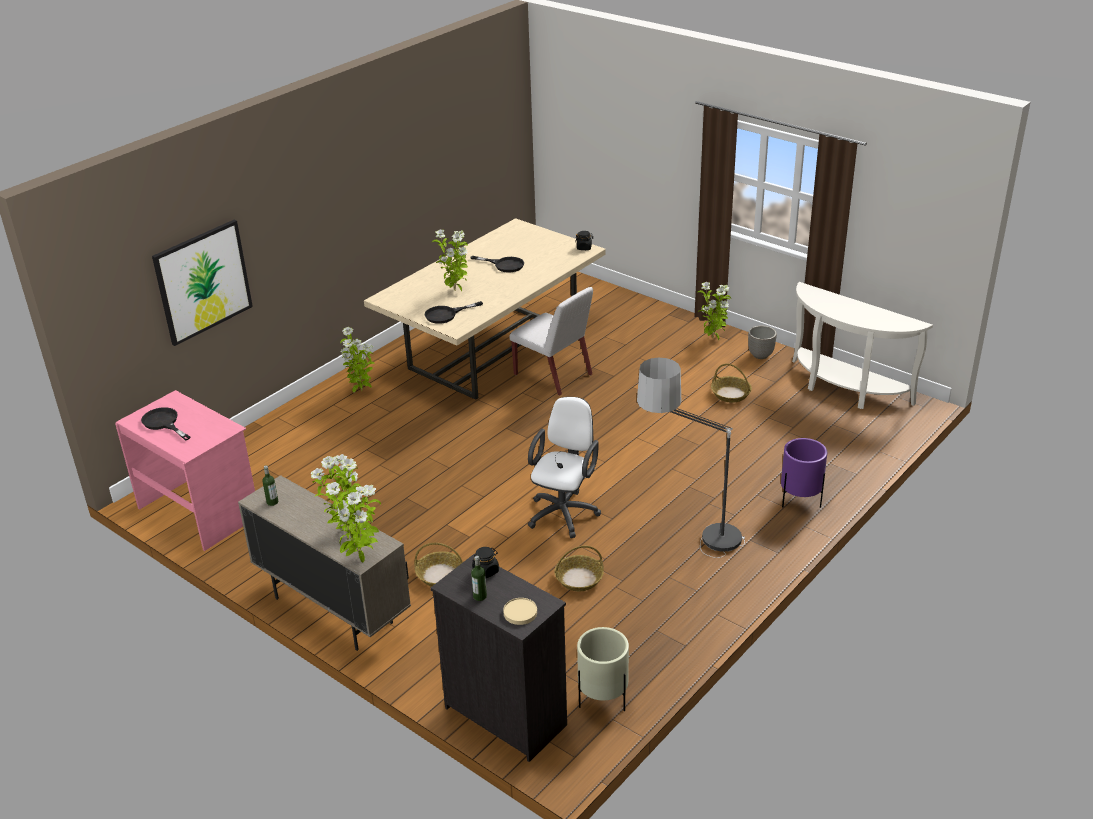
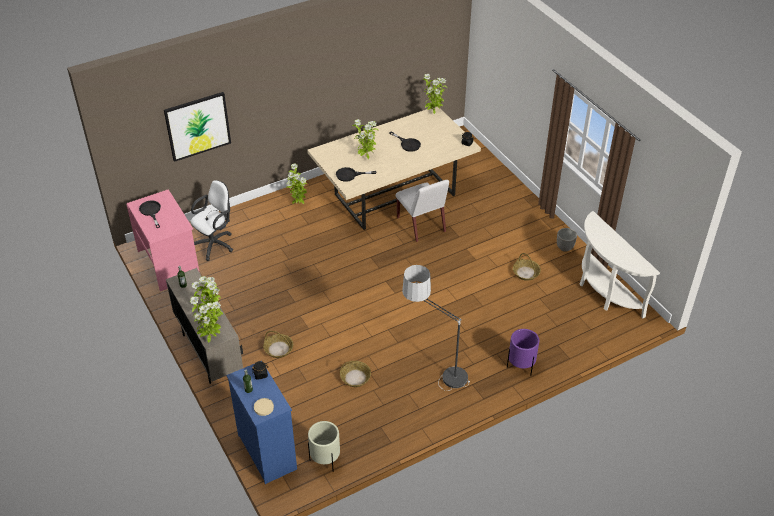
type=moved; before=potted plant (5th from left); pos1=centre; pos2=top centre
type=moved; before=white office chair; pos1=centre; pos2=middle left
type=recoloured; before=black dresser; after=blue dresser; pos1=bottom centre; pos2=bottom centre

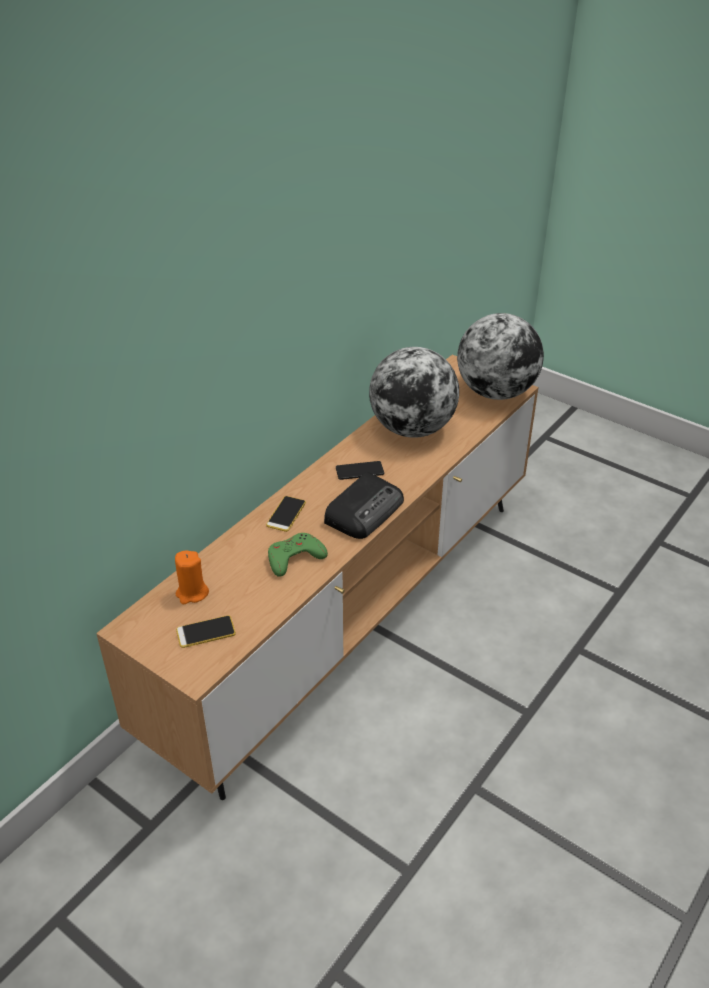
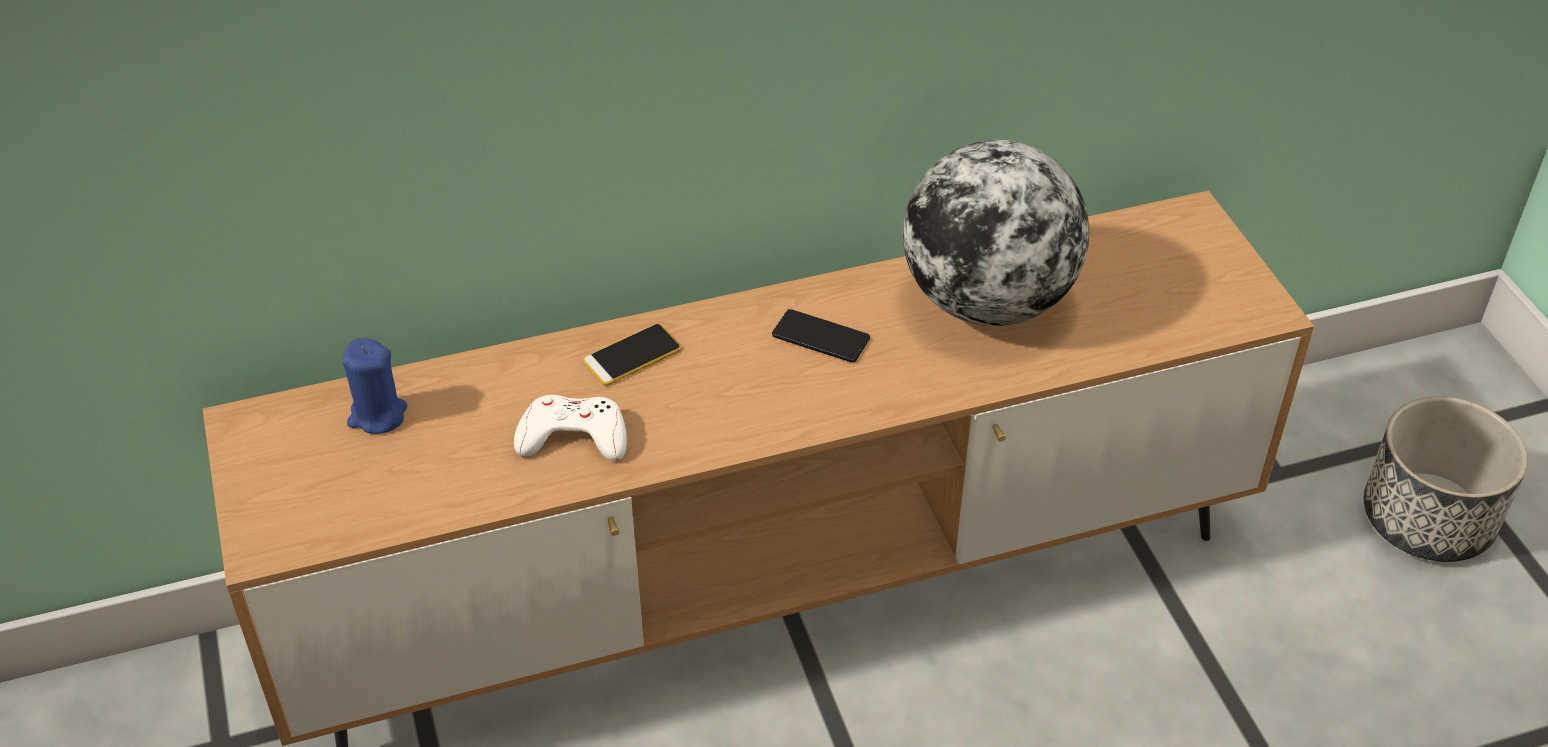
type=removed; before=globe (2nd from left); pos1=middle right
type=removed; before=radio; pos1=centre
type=recoloured; before=green game controller; after=white game controller; pos1=centre; pos2=centre
type=recoloured; before=orange candle; after=blue candle; pos1=middle left; pos2=middle left
type=removed; before=phone (1st from left); pos1=middle left
type=added; after=planter; pos2=middle right

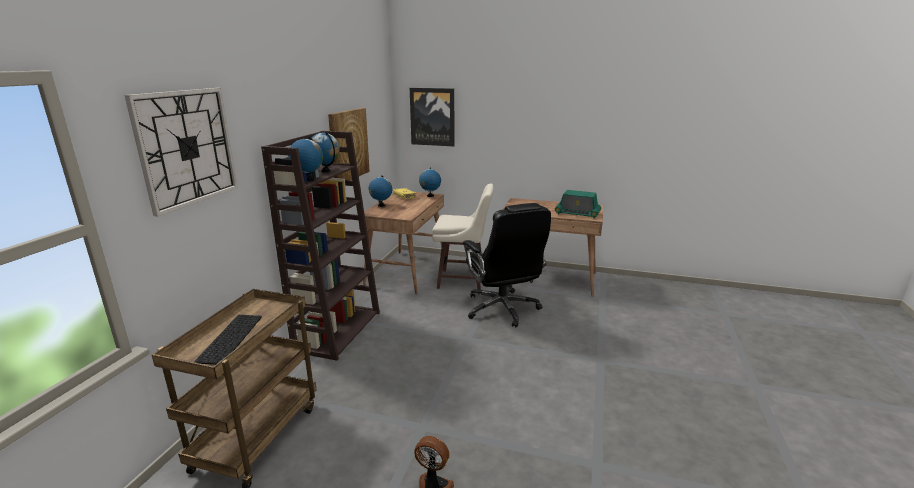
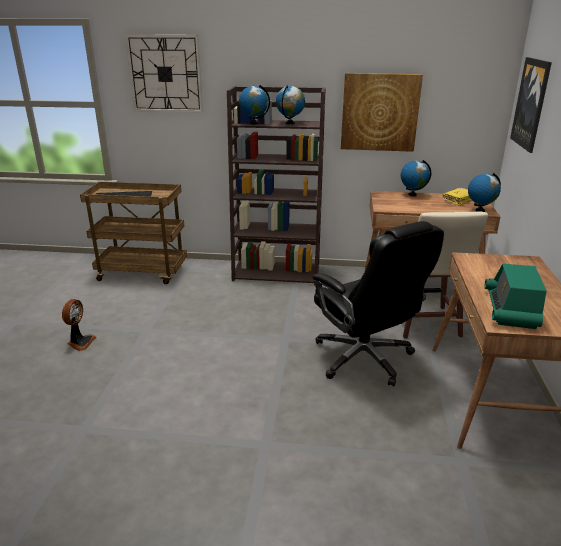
type=turned; before=black office chair; pos1=centre; pos2=middle right; turn=-90

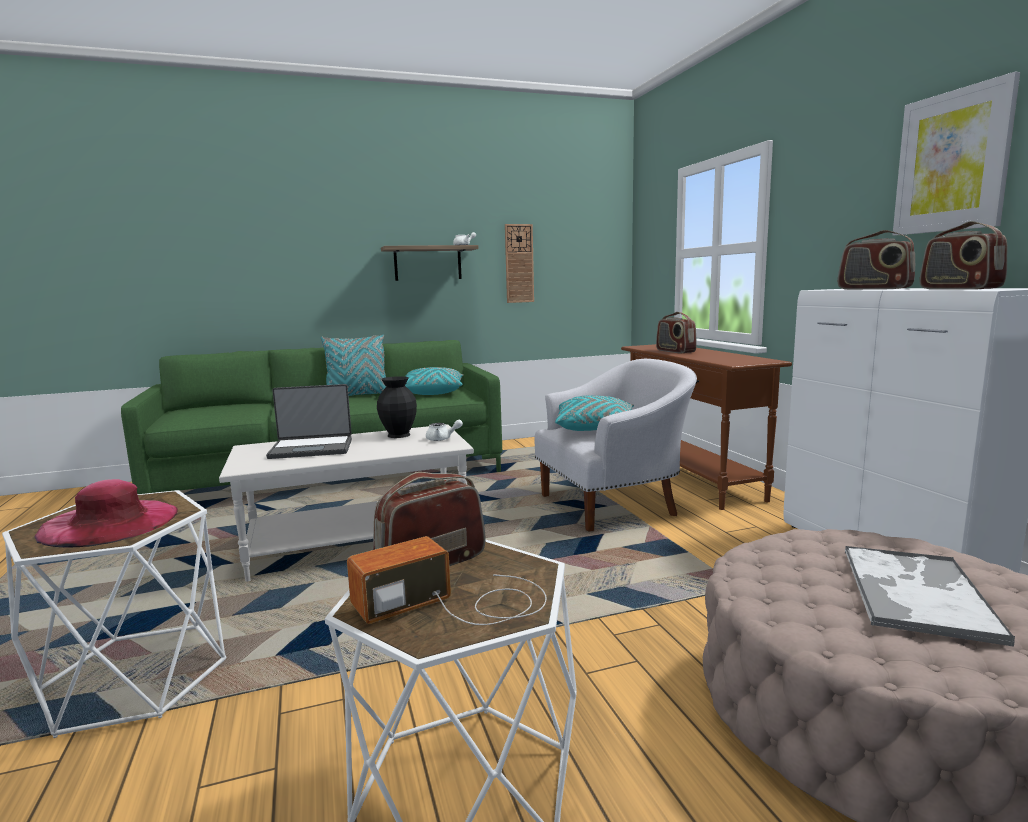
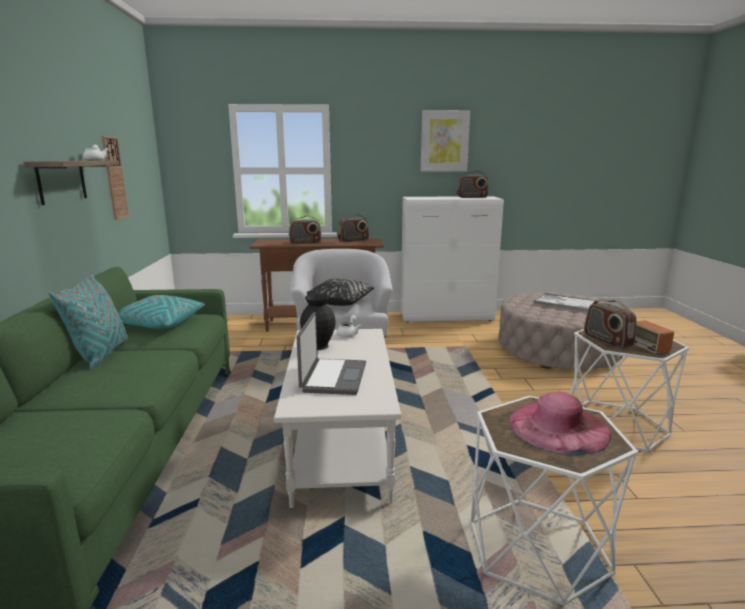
type=moved; before=radio (4th from left in the first image); after=radio (2nd from left); pos1=top right; pos2=centre
type=recoloured; before=turquoise pillow (3rd from left); after=black pillow; pos1=centre; pos2=centre

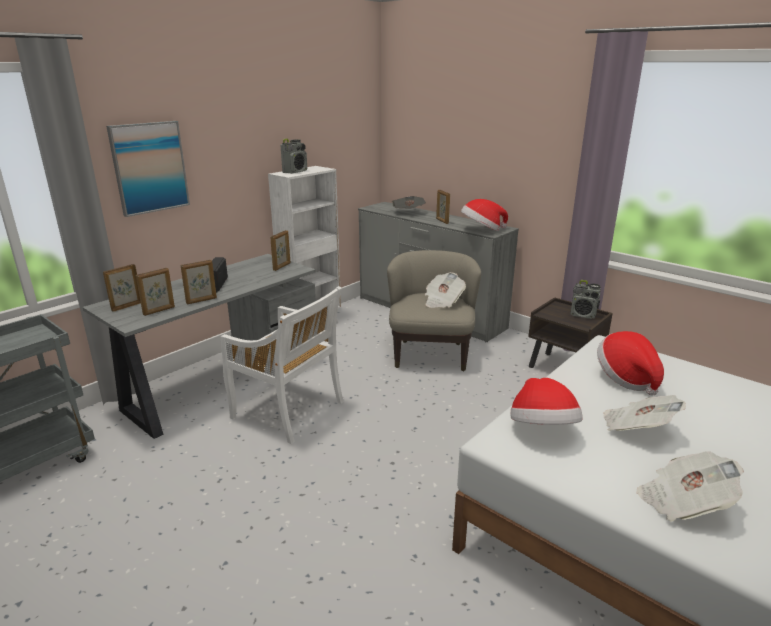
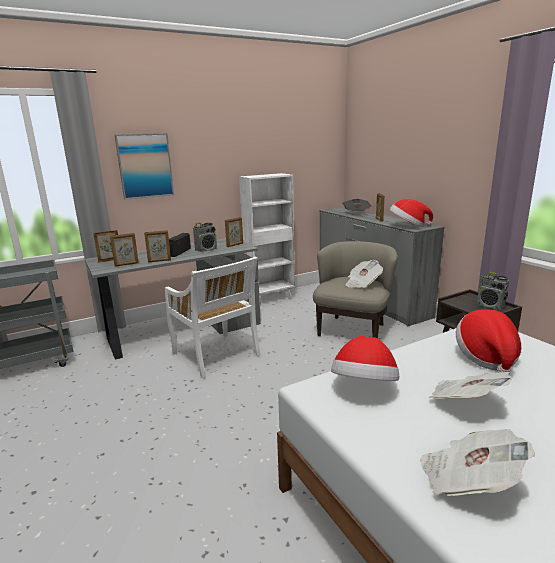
type=moved; before=radio (2nd from left); pos1=top centre; pos2=centre

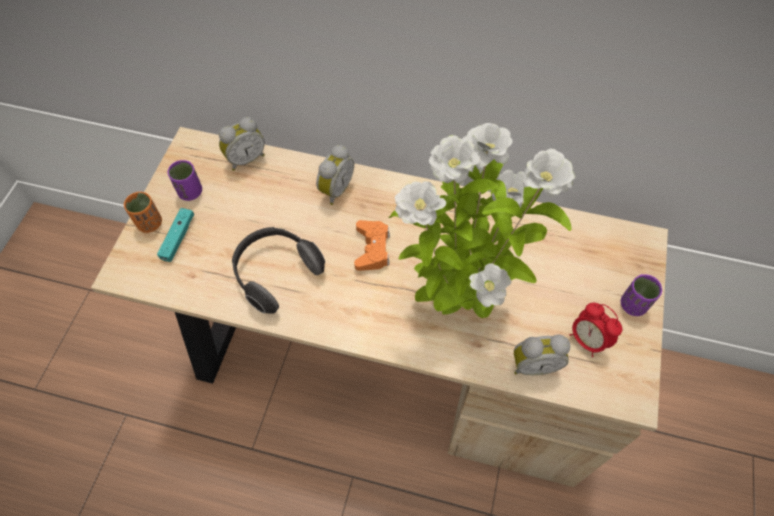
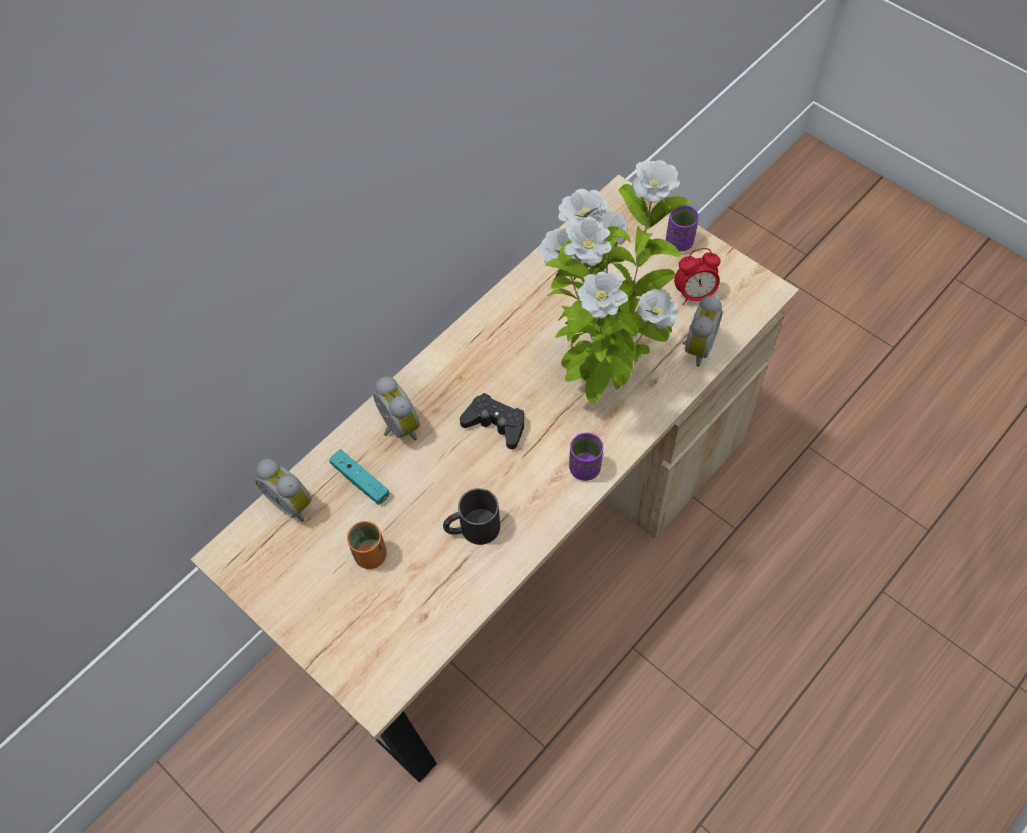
type=turned; before=alarm clock (1st from left); pos1=top left; pos2=middle left; turn=135
type=moved; before=purple cup (1st from left); pos1=middle left; pos2=centre
type=moved; before=orange cup; pos1=middle left; pos2=centre
type=moved; before=turquoise game controller; pos1=middle left; pos2=centre
type=recoloured; before=orange game controller; after=black game controller; pos1=centre; pos2=centre
type=replaced; before=headphones; after=black mug; pos1=centre; pos2=centre

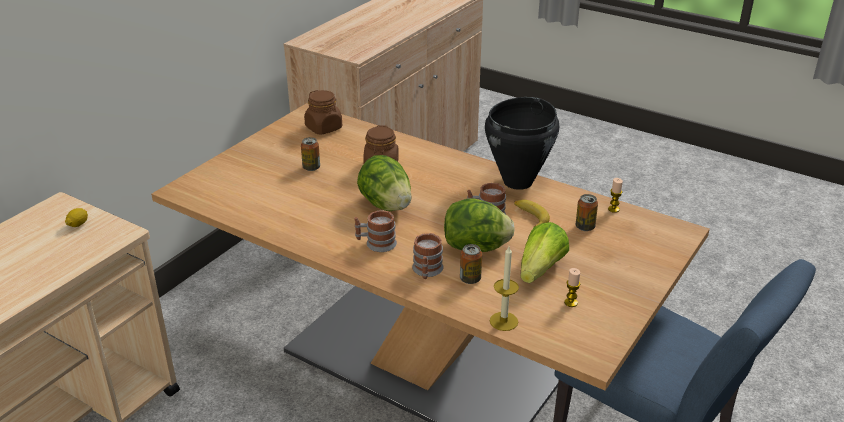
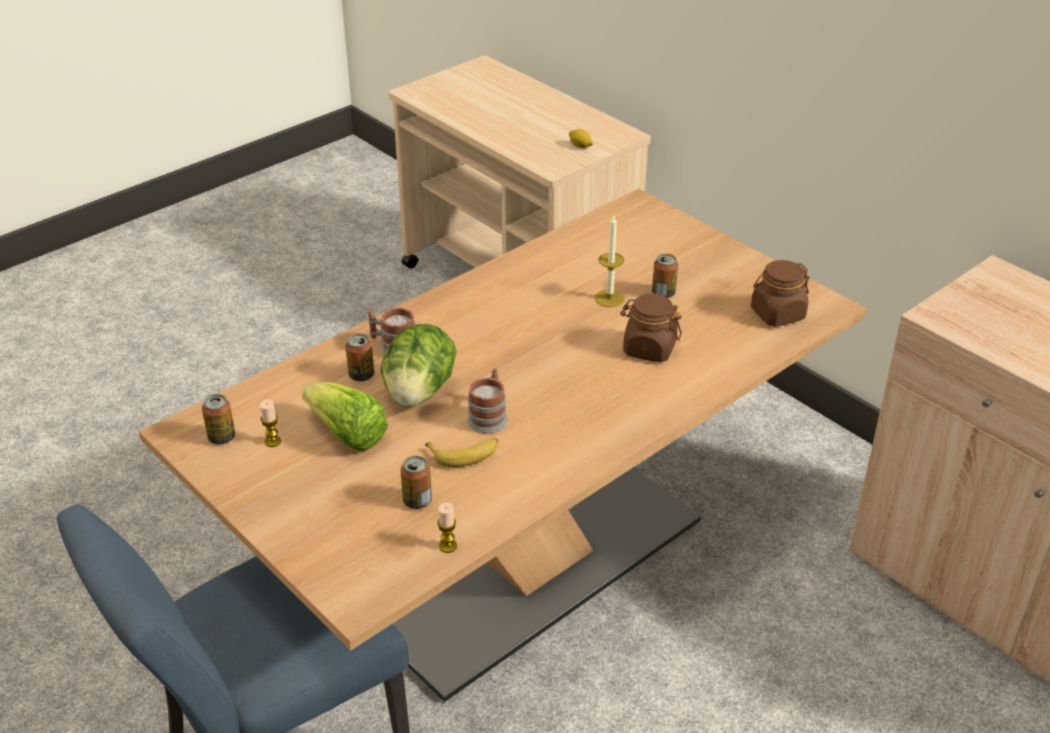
type=removed; before=black cooking pot; pos1=centre
type=removed; before=lettuce (1st from left); pos1=centre
type=removed; before=mug (1st from left); pos1=centre
type=moved; before=candle (1st from left in the first image); after=candle (3rd from left); pos1=bottom centre; pos2=centre
type=added; after=can (1st from left); pos2=middle left

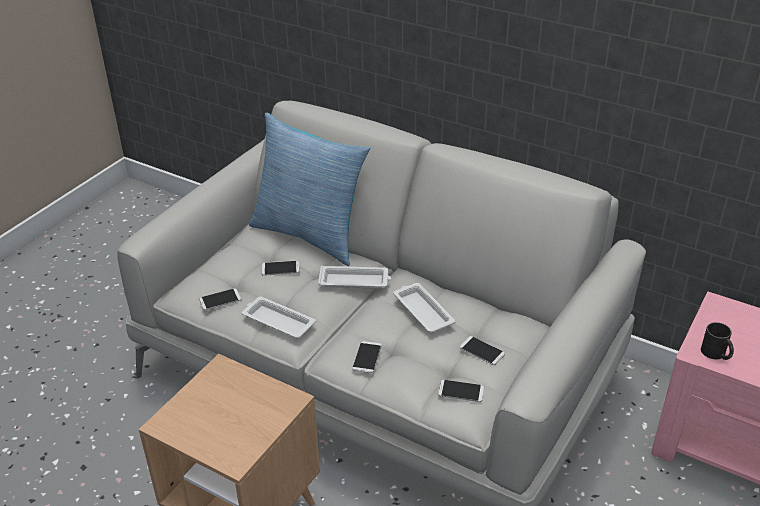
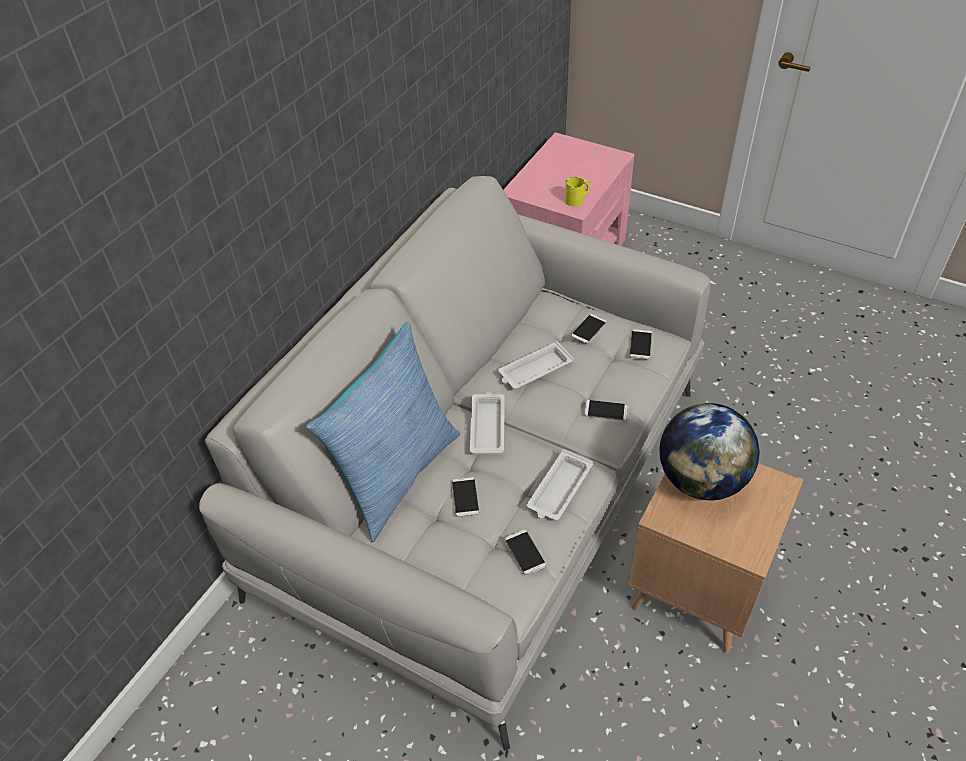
type=recoloured; before=black mug; after=yellow mug; pos1=bottom right; pos2=top centre
type=added; after=globe; pos2=middle right

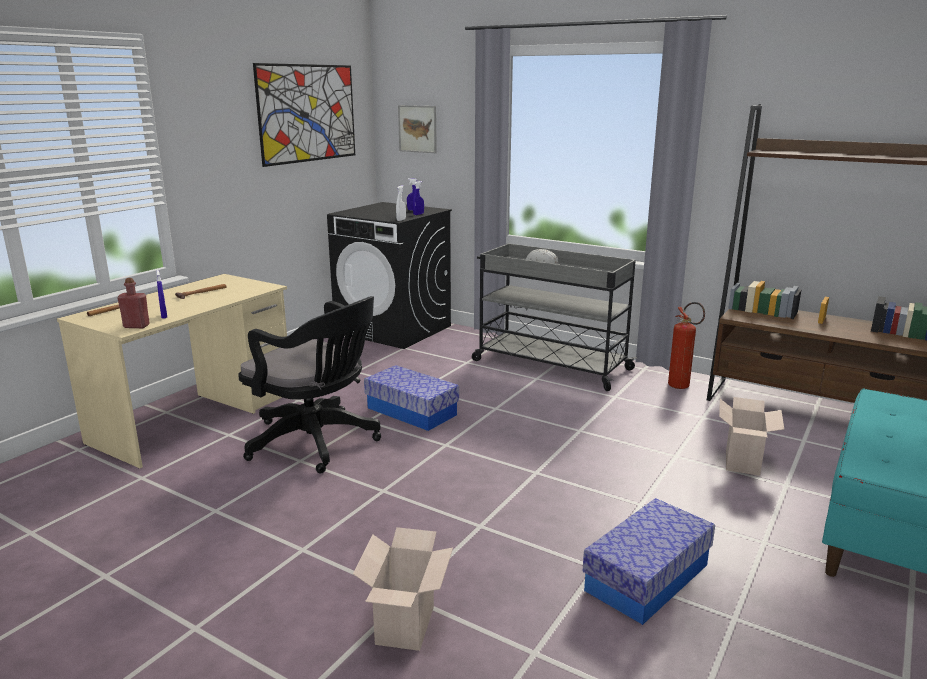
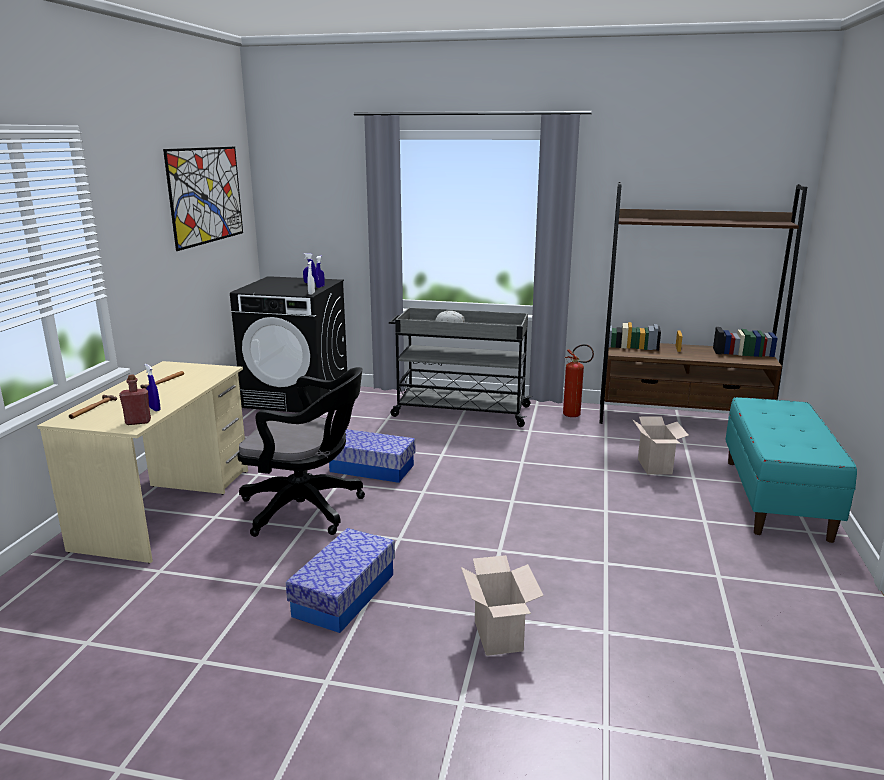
type=removed; before=picture (2nd from left); pos1=top centre
type=moved; before=storage box (2nd from left in the first image); after=storage box (1st from left); pos1=bottom right; pos2=bottom centre

